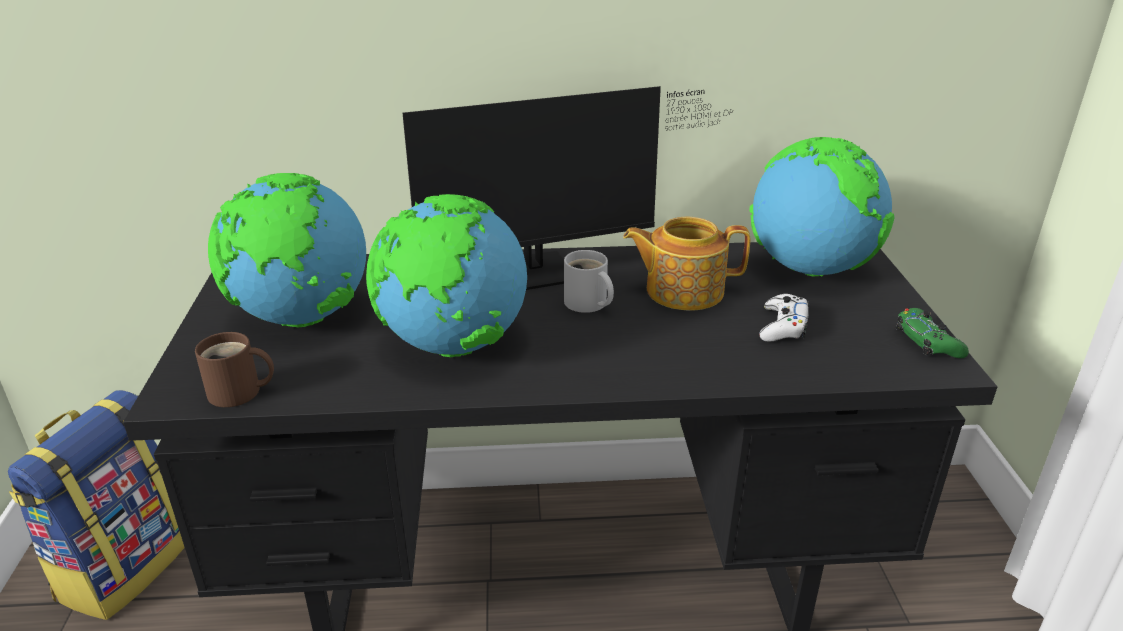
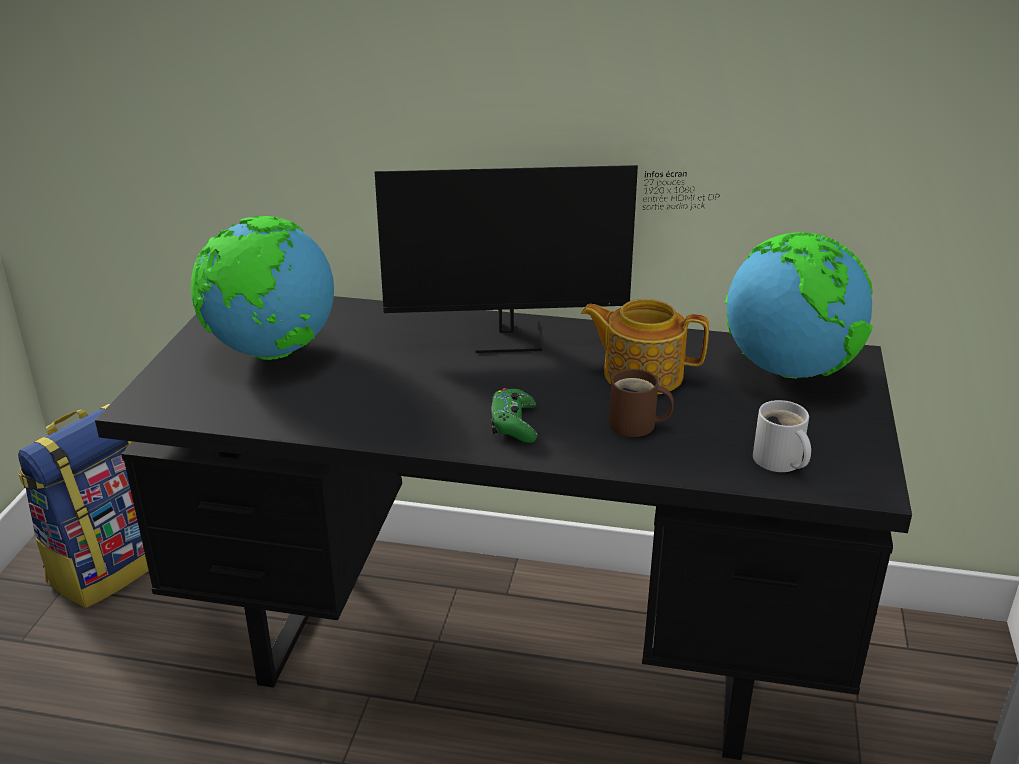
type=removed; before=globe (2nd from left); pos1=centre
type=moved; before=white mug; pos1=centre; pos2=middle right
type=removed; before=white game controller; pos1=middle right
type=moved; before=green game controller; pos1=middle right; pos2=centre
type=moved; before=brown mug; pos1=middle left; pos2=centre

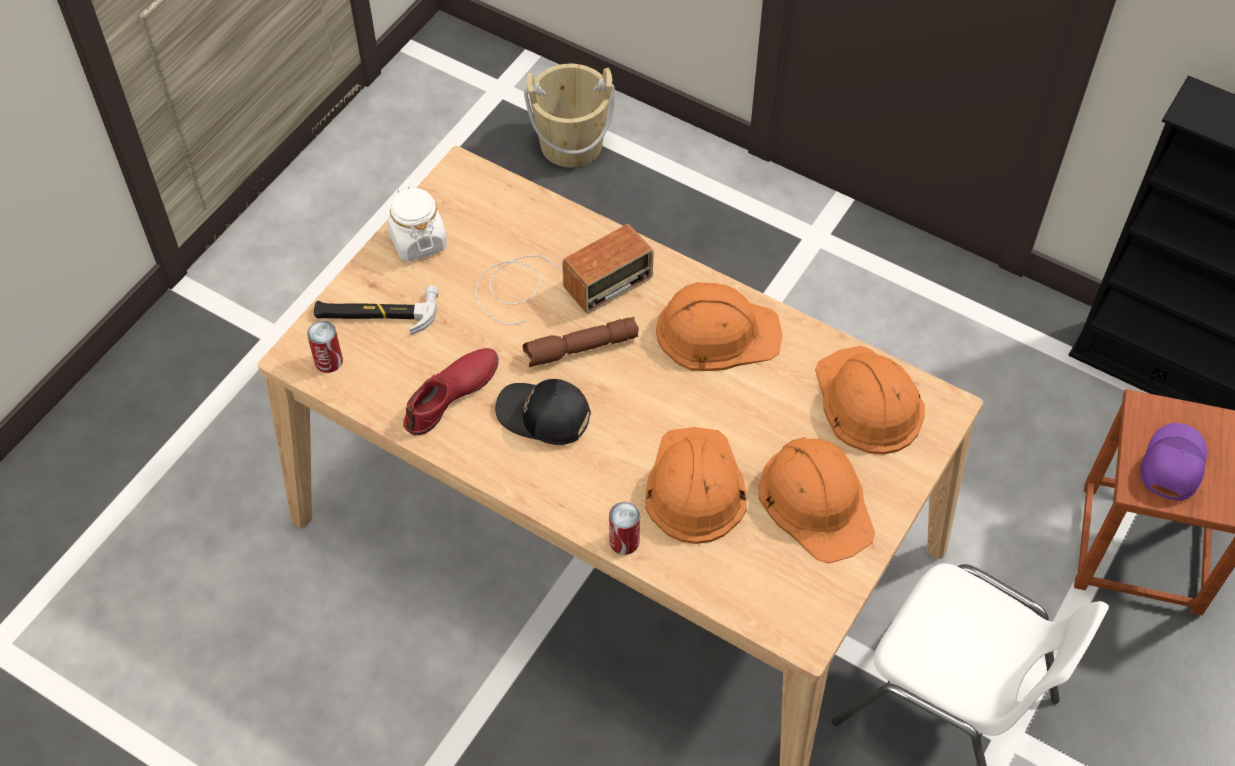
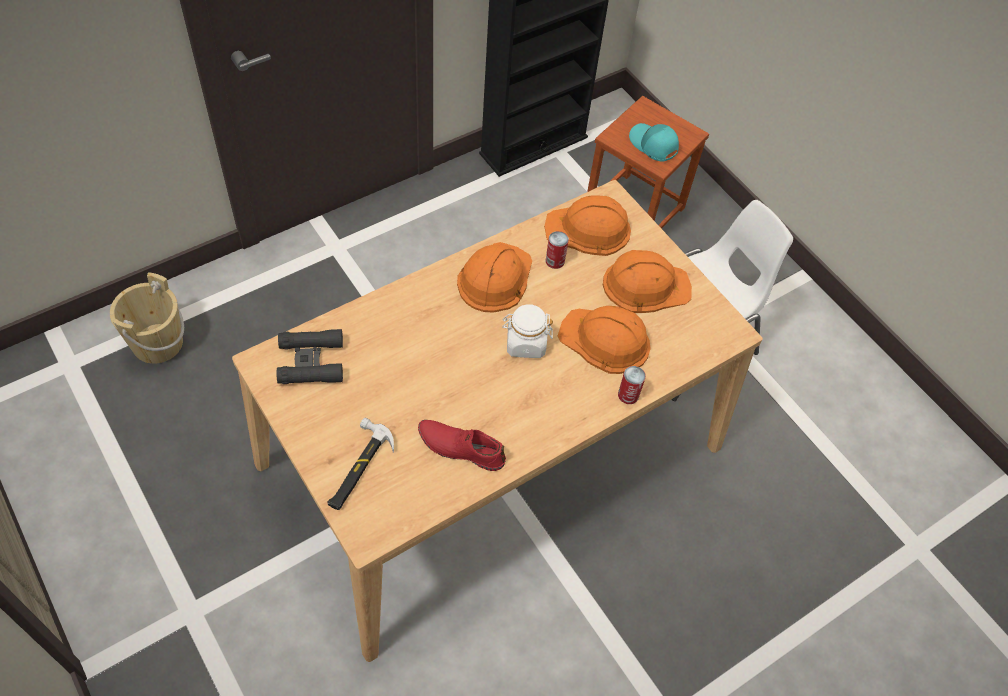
type=moved; before=white jar; pos1=top centre; pos2=centre
type=removed; before=radio; pos1=centre
type=removed; before=brown flashlight; pos1=centre
type=moved; before=can (1st from left); pos1=middle left; pos2=centre
type=turned; before=red shoe; pos1=centre; pos2=centre; turn=-45
type=removed; before=black cap; pos1=centre
type=recoloured; before=purple cap; after=turquoise cap; pos1=middle right; pos2=top centre
type=added; after=black binoculars; pos2=middle left

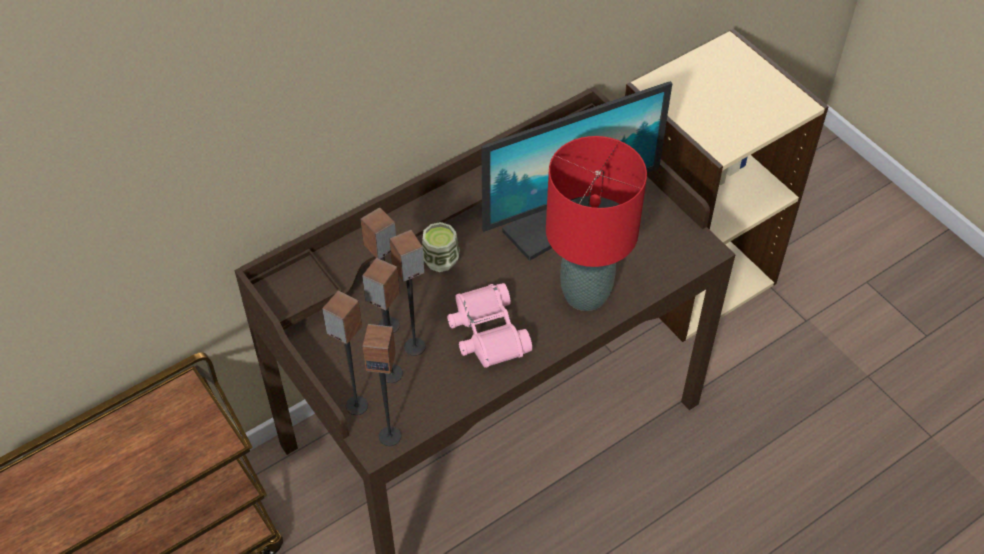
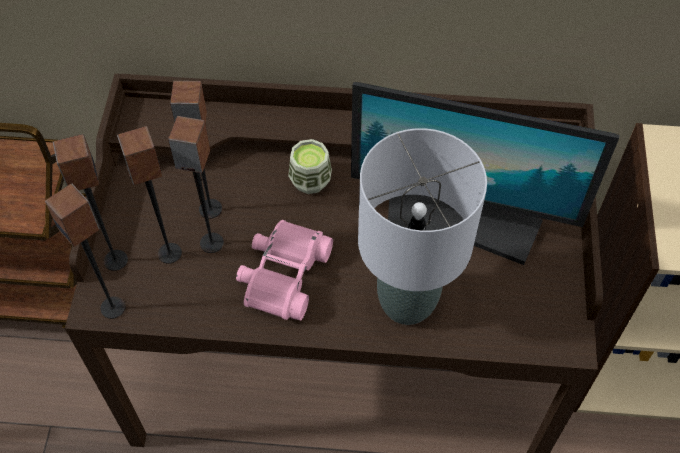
type=recoloured; before=red table lamp; after=grey table lamp; pos1=centre; pos2=centre

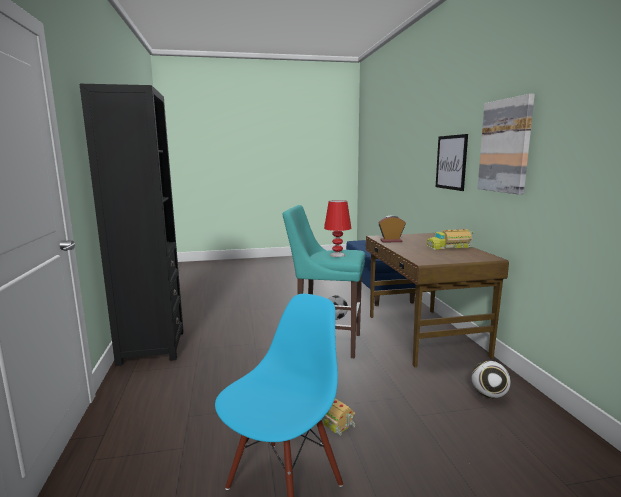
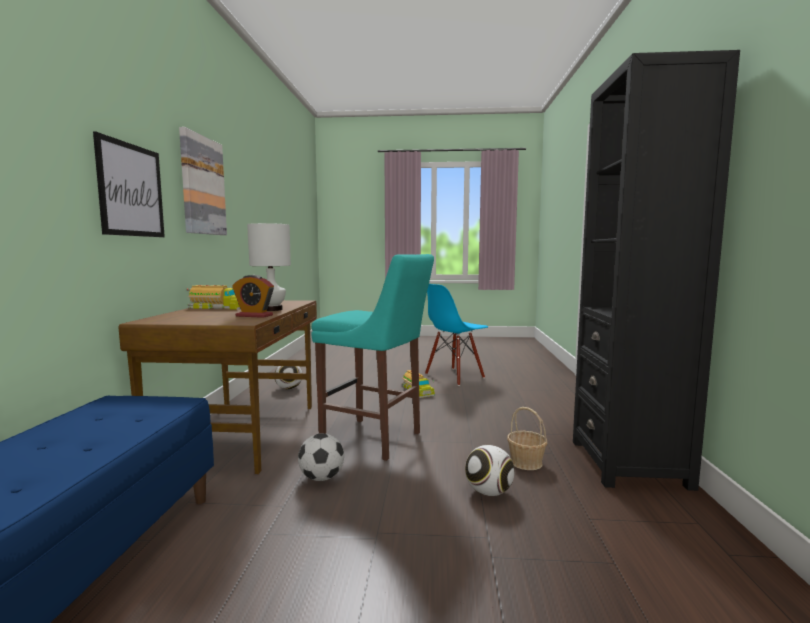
type=removed; before=red table lamp; pos1=centre
type=added; after=white table lamp; pos2=middle left
type=added; after=basket; pos2=bottom centre
type=added; after=football (3rd from left); pos2=bottom centre

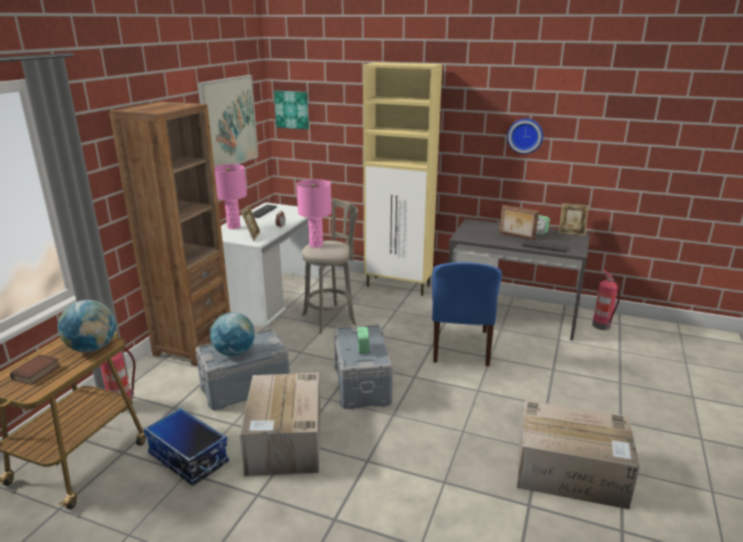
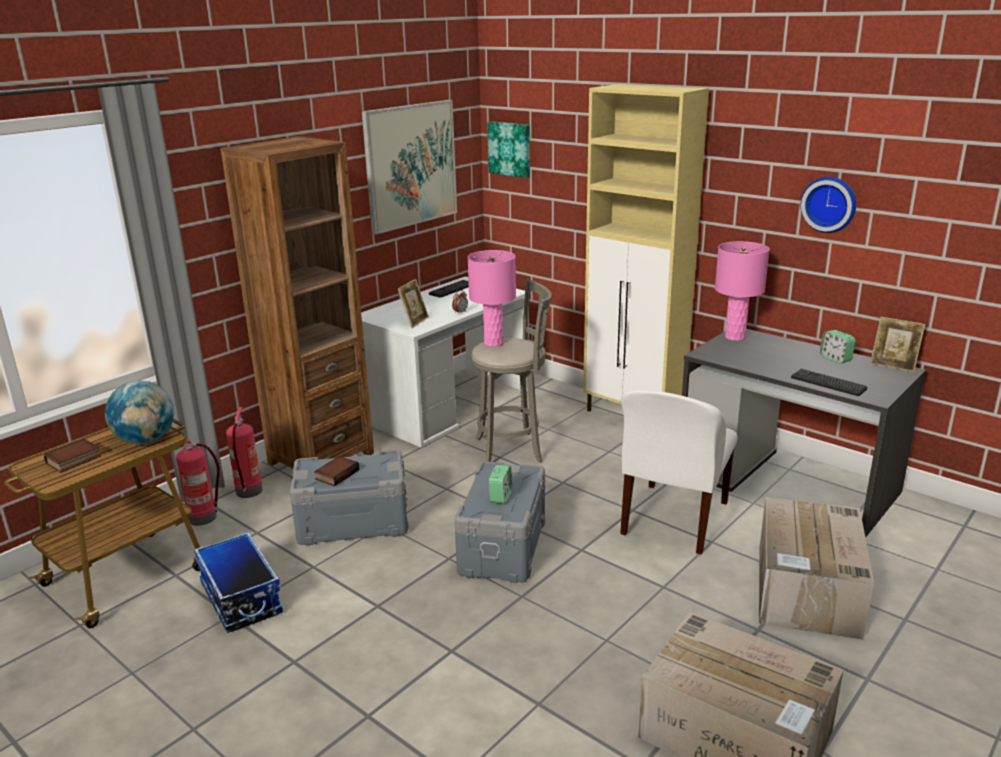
type=moved; before=pink table lamp (1st from left in the first image); after=pink table lamp (2nd from left); pos1=middle left; pos2=middle right
type=removed; before=picture frame (2nd from left); pos1=middle right
type=recoloured; before=blue chair; after=white chair; pos1=centre; pos2=middle right
type=moved; before=fire extinguisher (2nd from left); pos1=middle right; pos2=middle left
type=replaced; before=globe (2nd from left); after=book (2nd from left); pos1=middle left; pos2=centre
type=moved; before=cardboard box (1st from left in the first image); after=cardboard box (2nd from left); pos1=bottom centre; pos2=bottom right

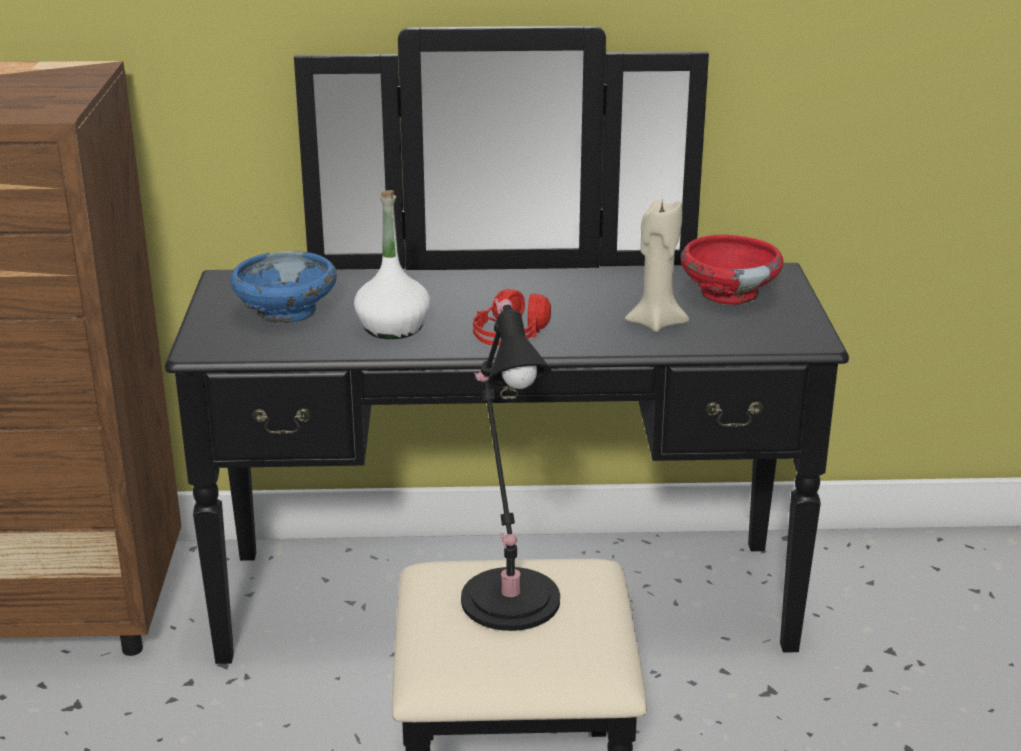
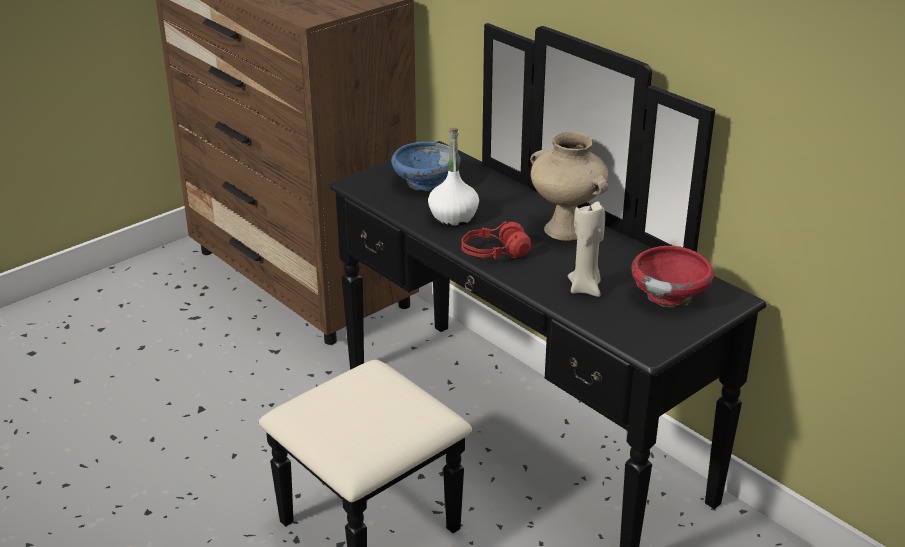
type=removed; before=black table lamp; pos1=centre
type=added; after=beige vase; pos2=centre

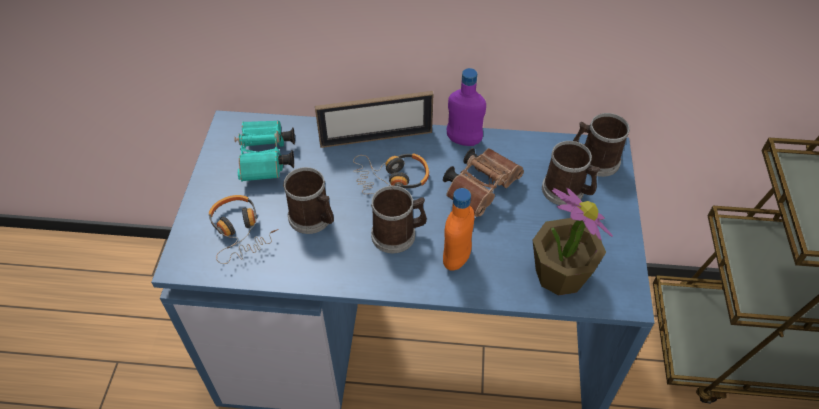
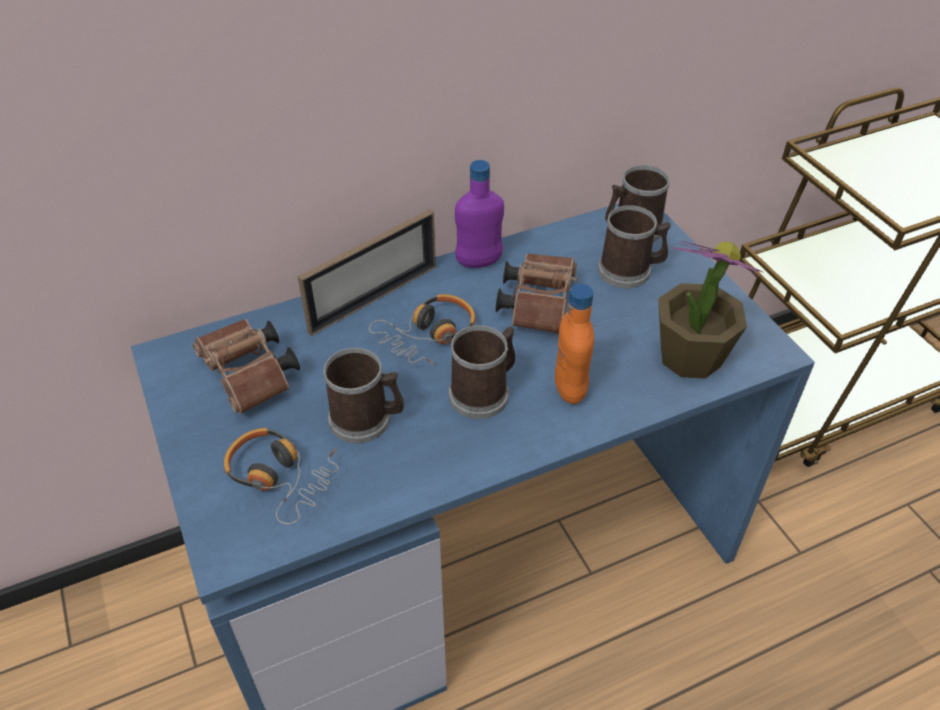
type=recoloured; before=turquoise binoculars; after=brown binoculars (1st from left); pos1=middle left; pos2=middle left

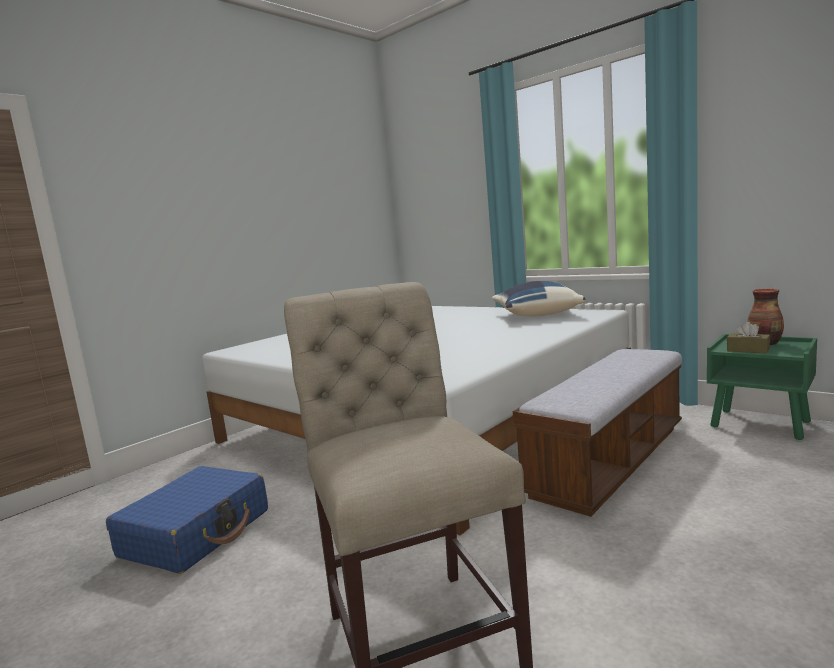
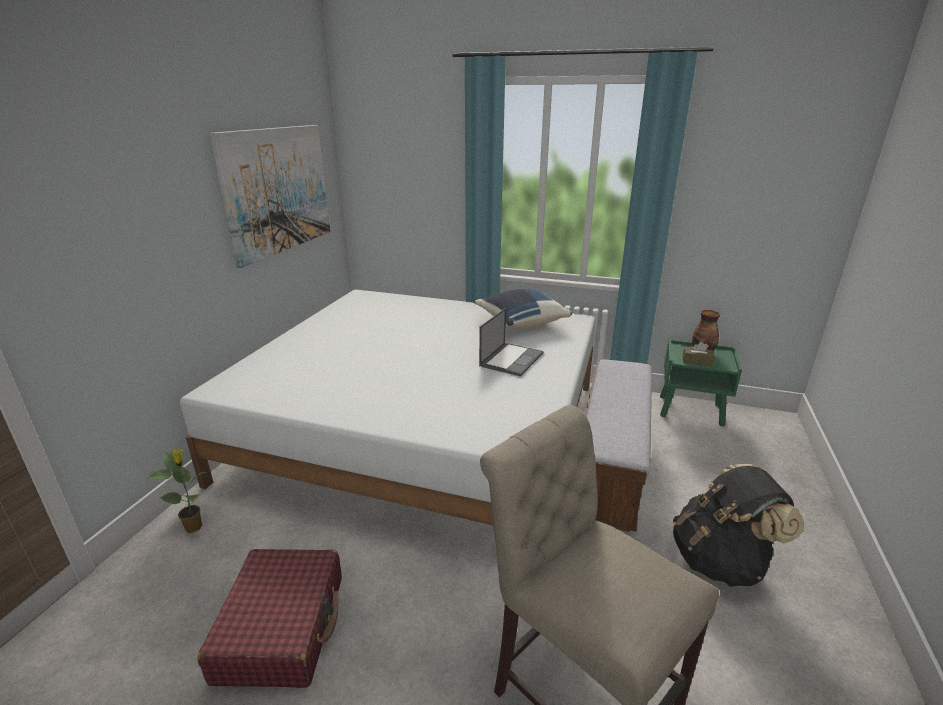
type=recoloured; before=blue suitcase; after=red suitcase; pos1=bottom left; pos2=bottom left
type=added; after=picture; pos2=top left
type=added; after=laptop; pos2=centre
type=added; after=potted plant; pos2=bottom left
type=added; after=black backpack; pos2=bottom right

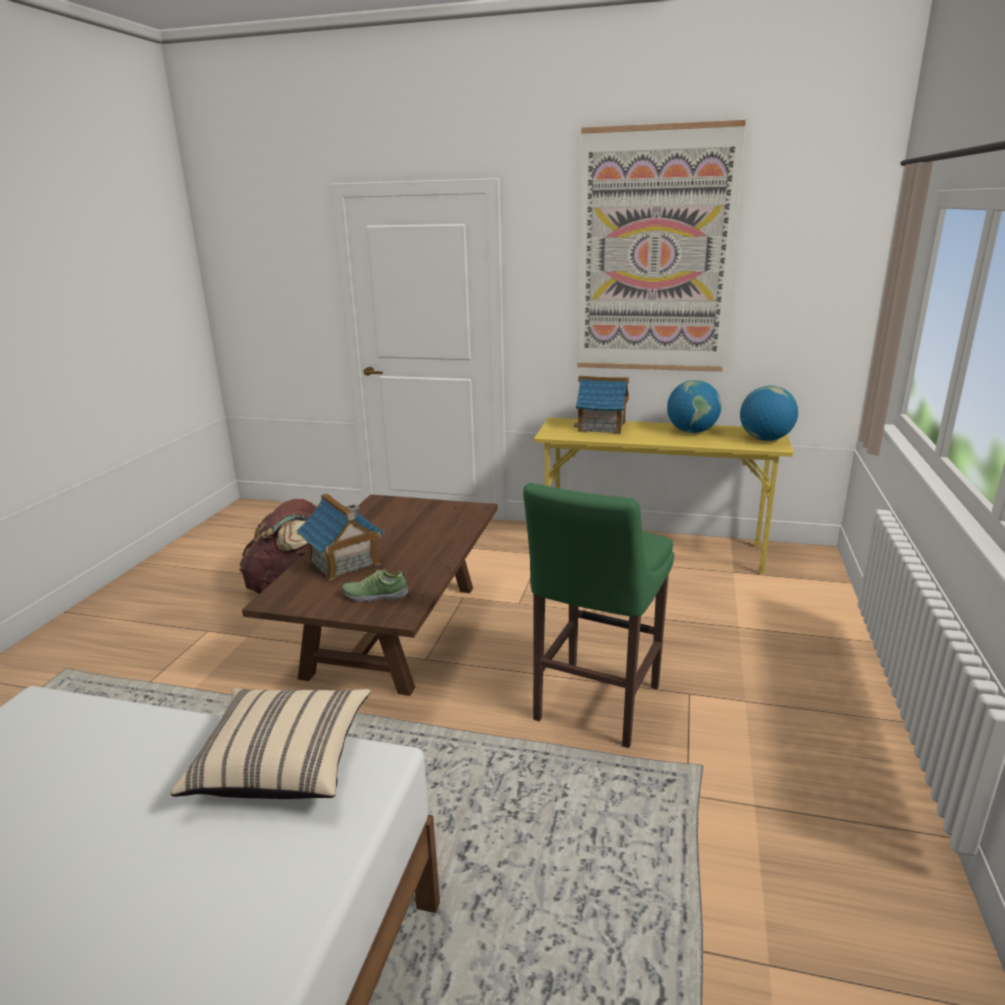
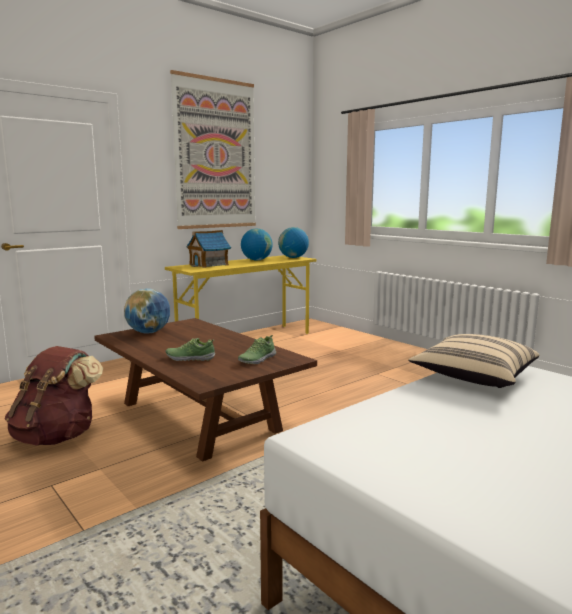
type=removed; before=green stool; pos1=centre
type=replaced; before=toy house (1st from left); after=shoe (1st from left); pos1=centre; pos2=centre
type=added; after=globe (1st from left); pos2=middle left

